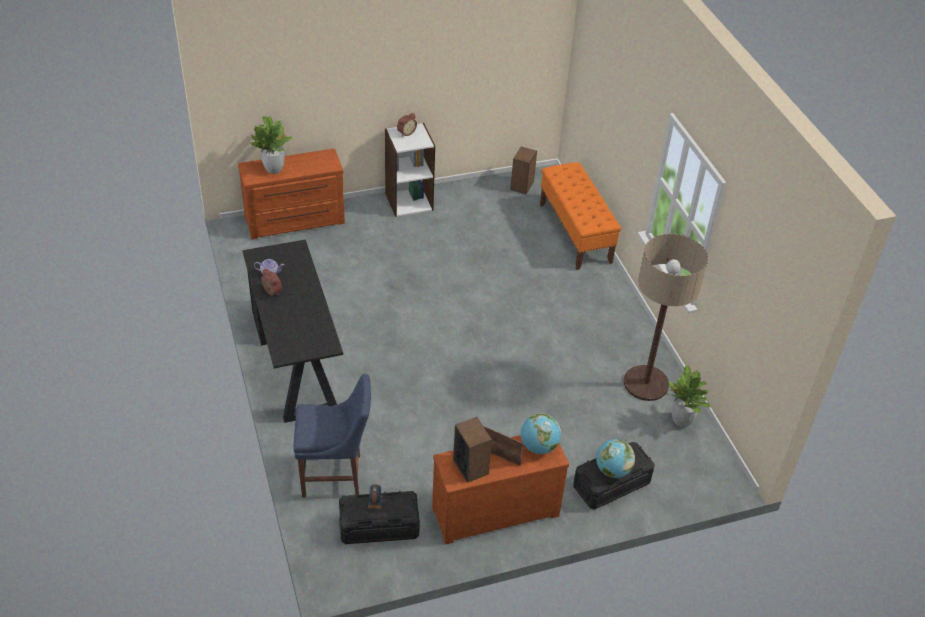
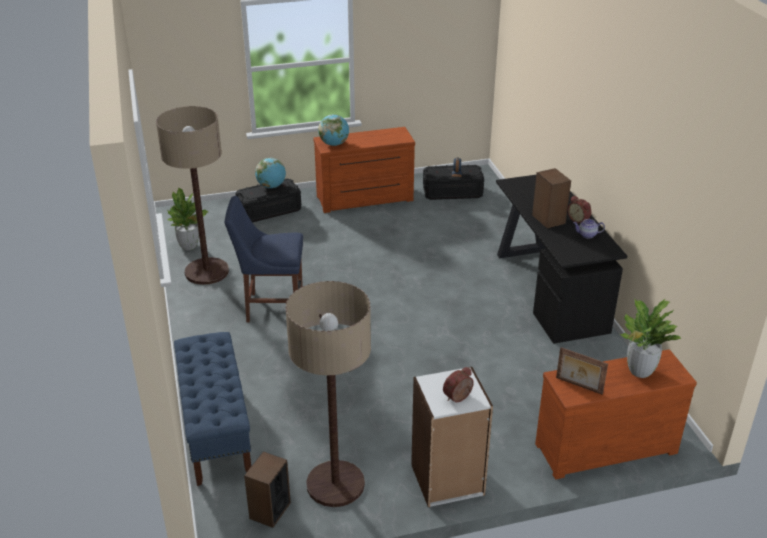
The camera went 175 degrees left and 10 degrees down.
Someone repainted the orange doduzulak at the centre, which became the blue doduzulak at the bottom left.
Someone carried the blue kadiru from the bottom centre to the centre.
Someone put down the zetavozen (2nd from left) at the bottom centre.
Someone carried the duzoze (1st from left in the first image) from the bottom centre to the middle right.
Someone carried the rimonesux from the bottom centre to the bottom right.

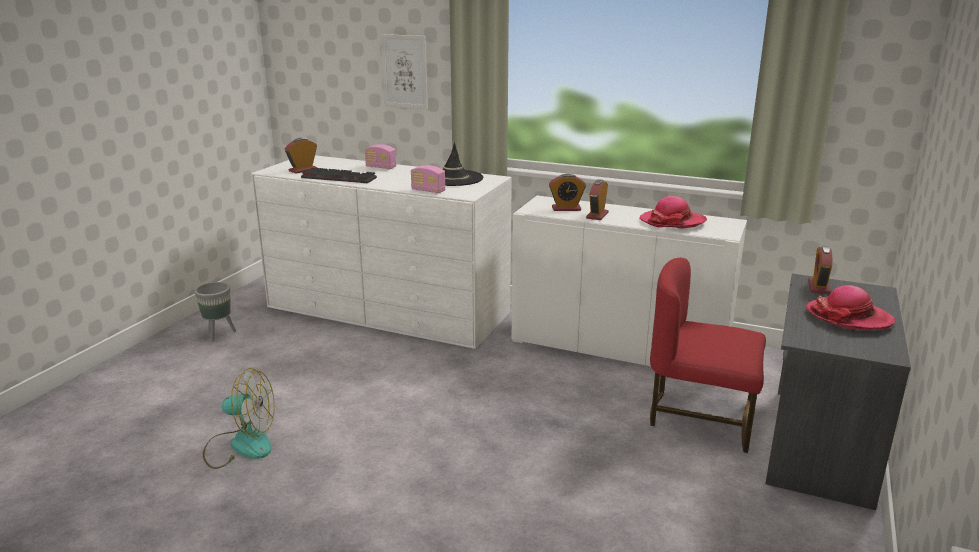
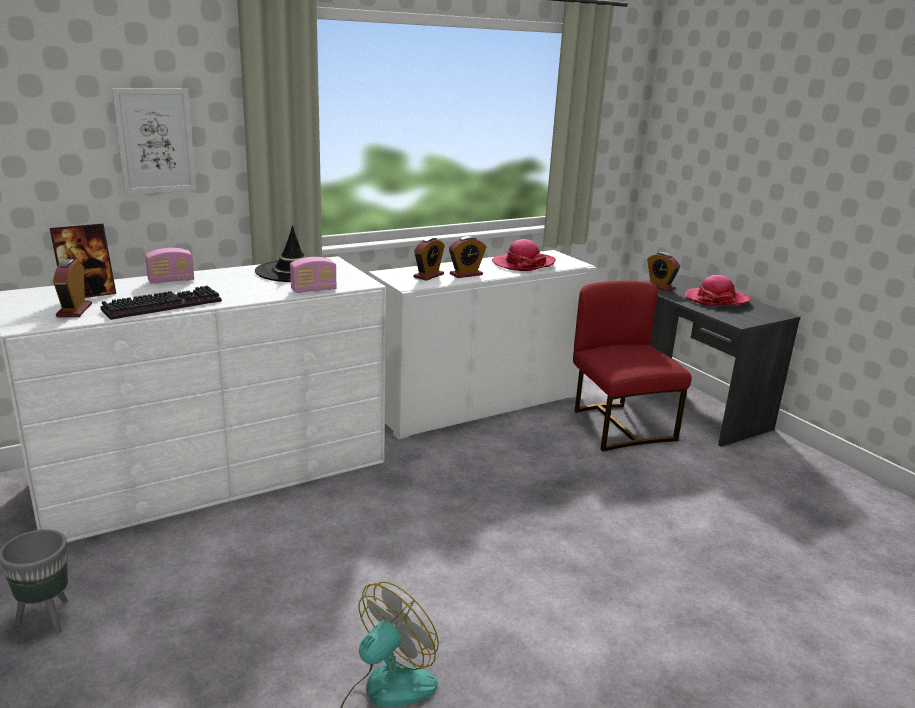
The camera went 55 degrees left and 0 degrees up.
Someone put down the rimonesux at the middle left.
Someone rotated the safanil (3rd from left) at the centre by 90 degrees counterclockwise.
Someone rotated the red kadiru at the middle right by 105 degrees clockwise.

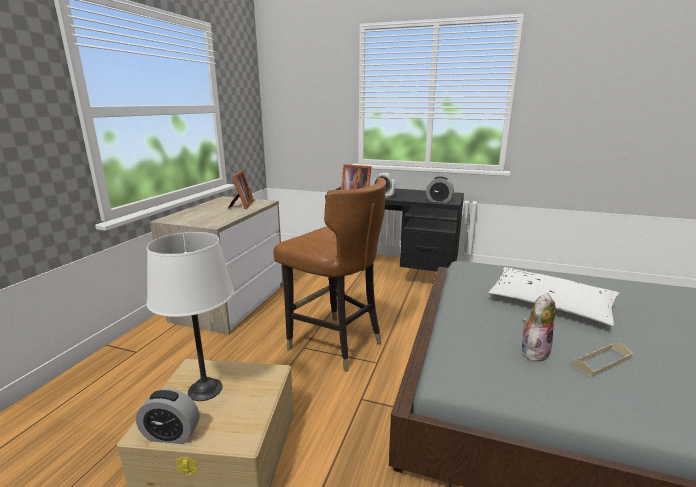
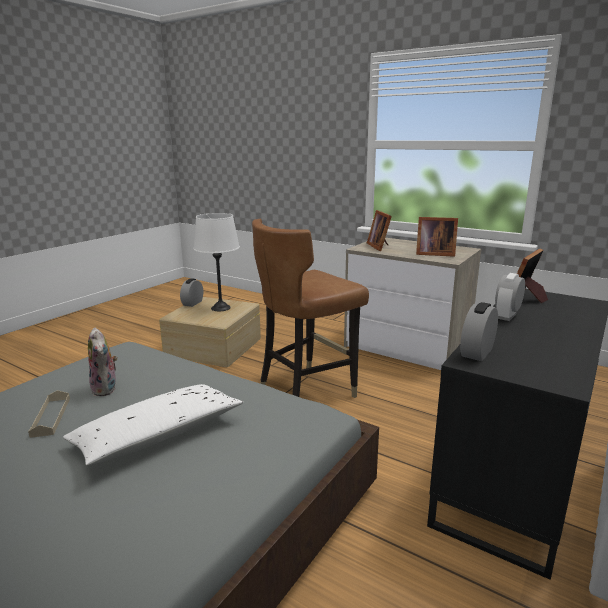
The camera went 105 degrees right and 0 degrees up.
Someone put down the rimonesux (1st from left) at the centre.

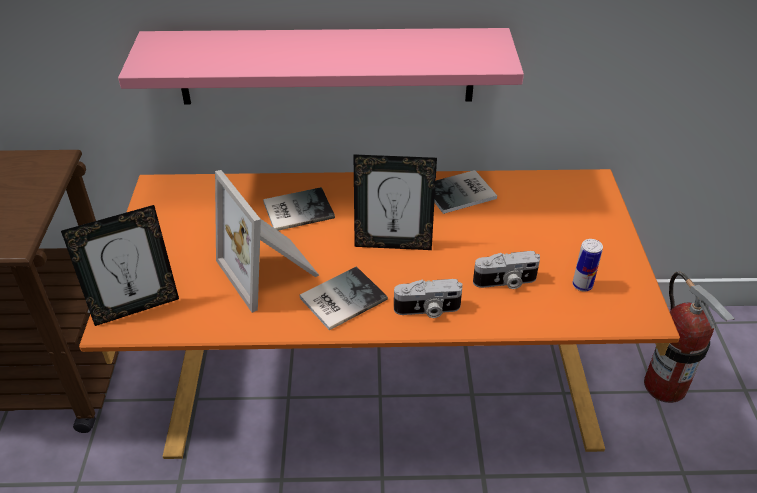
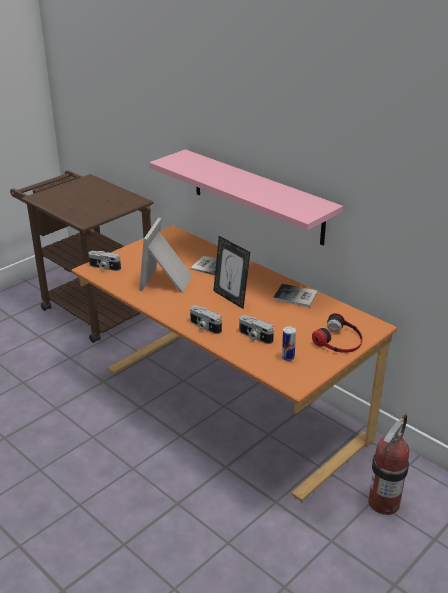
The camera went 45 degrees right and 10 degrees down.
Someone swapped the rimonesux (1st from left) at the middle left for the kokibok (1st from left) at the middle left.
Someone put down the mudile at the middle right.
Someone took away the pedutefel (2nd from left) at the centre.

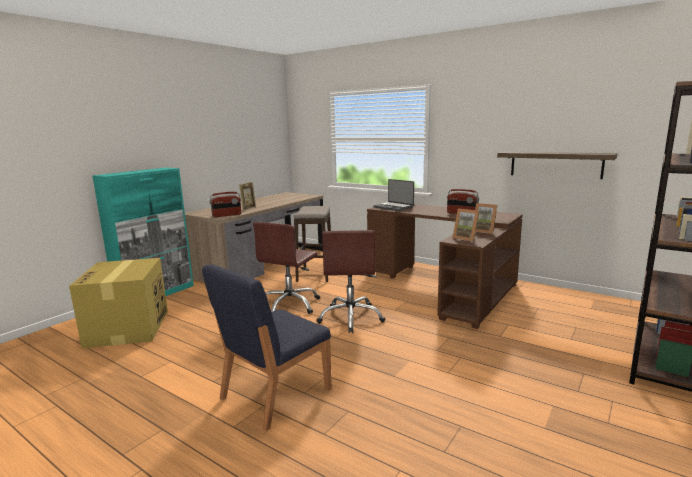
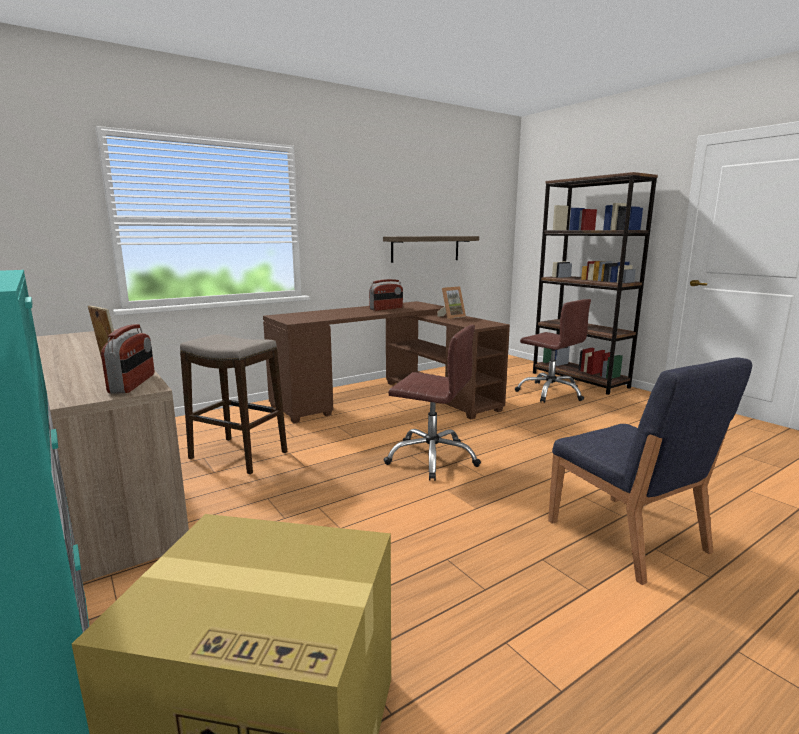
The camera went 70 degrees left and 0 degrees up.
Someone carried the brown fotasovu (1st from left in the first image) from the centre to the middle right.
Someone took away the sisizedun at the centre.
Someone took away the rimonesux (2nd from left) at the middle right.

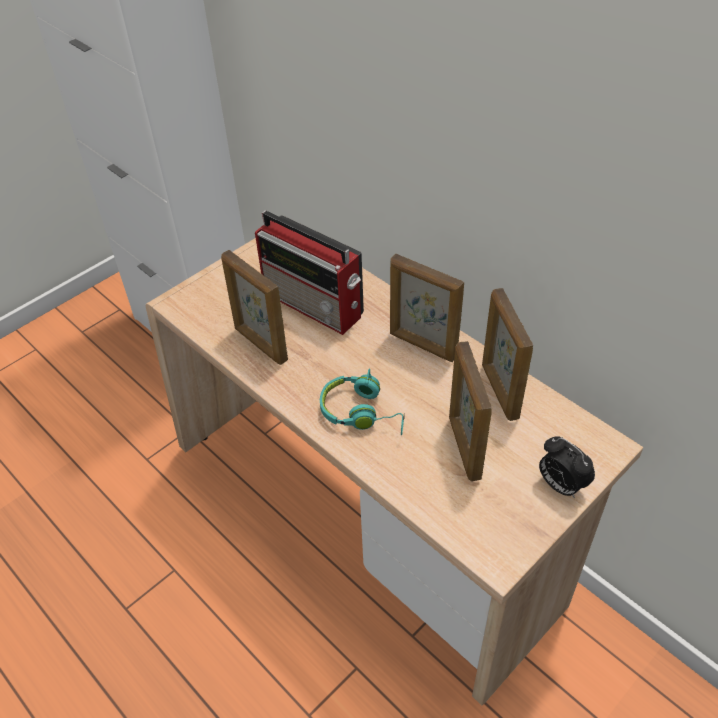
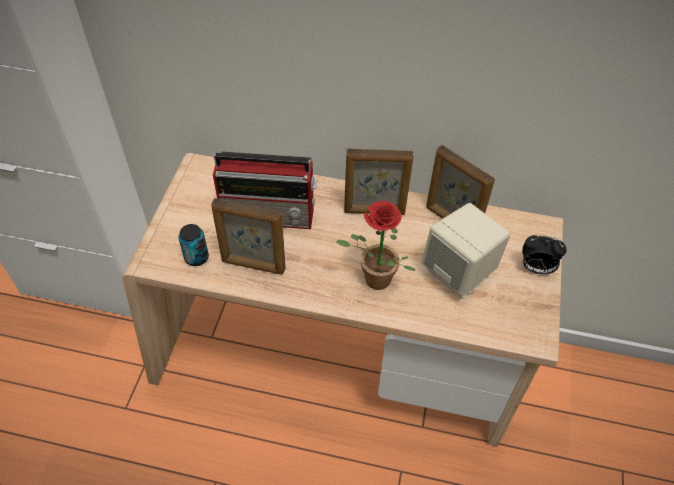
The camera went 35 degrees left and 5 degrees up.
Someone put down the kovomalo at the middle left.
Someone swapped the turquoise mudile at the centre for the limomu at the centre.
Someone swapped the rimonesux (3rd from left) at the centre for the beige duzoze at the middle right.

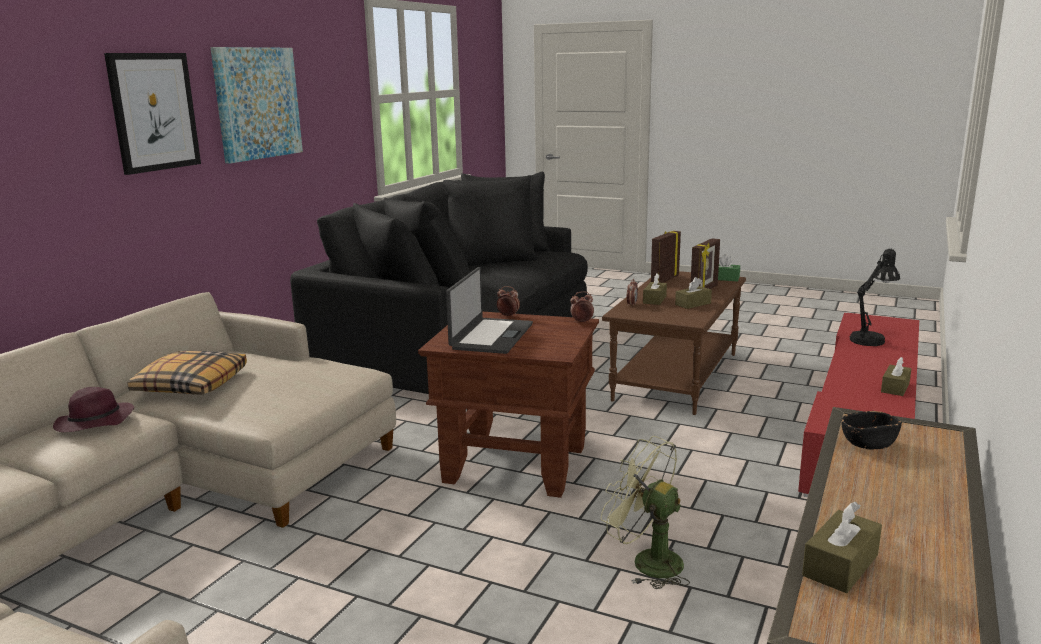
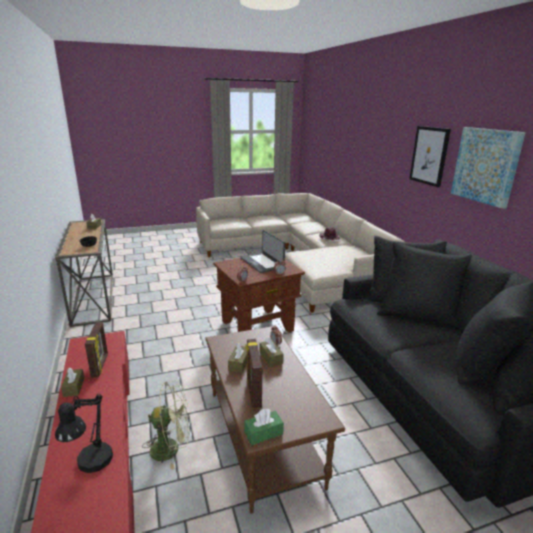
The camera went 135 degrees right and 5 degrees up.
Someone carried the rimonesux (1st from left) from the centre to the middle left.
Someone carried the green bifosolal from the bottom centre to the bottom left.
Someone took away the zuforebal at the middle left.

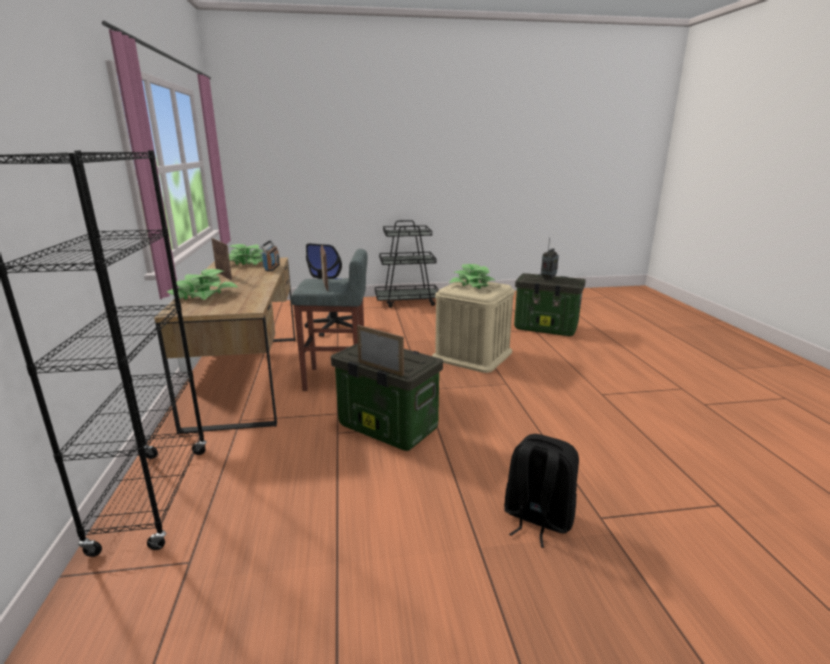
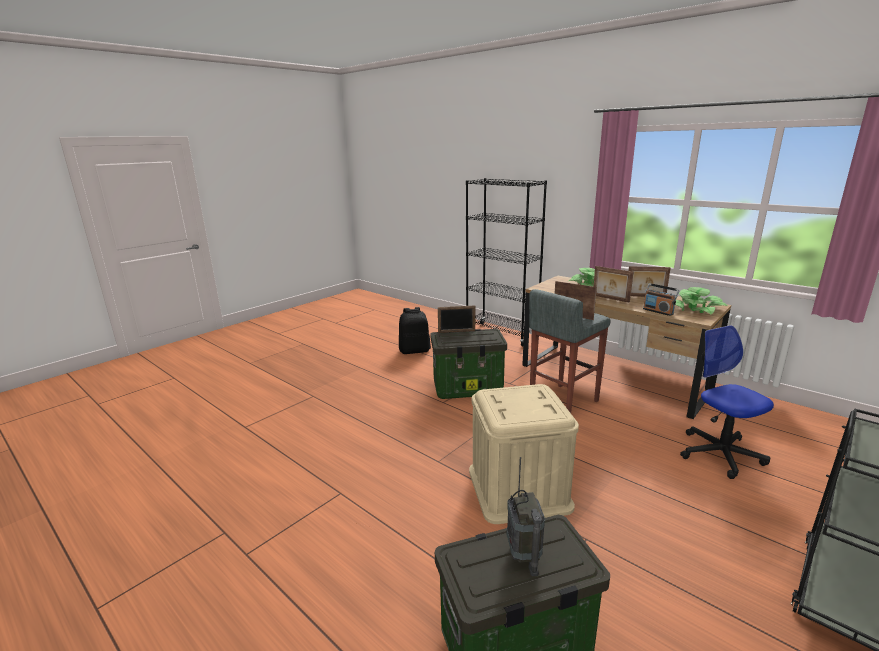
The camera went 140 degrees right and 0 degrees up.
Someone carried the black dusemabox from the bottom centre to the centre.
Someone put down the rimonesux (3rd from left) at the middle right.
Someone took away the limomu (3rd from left) at the centre.

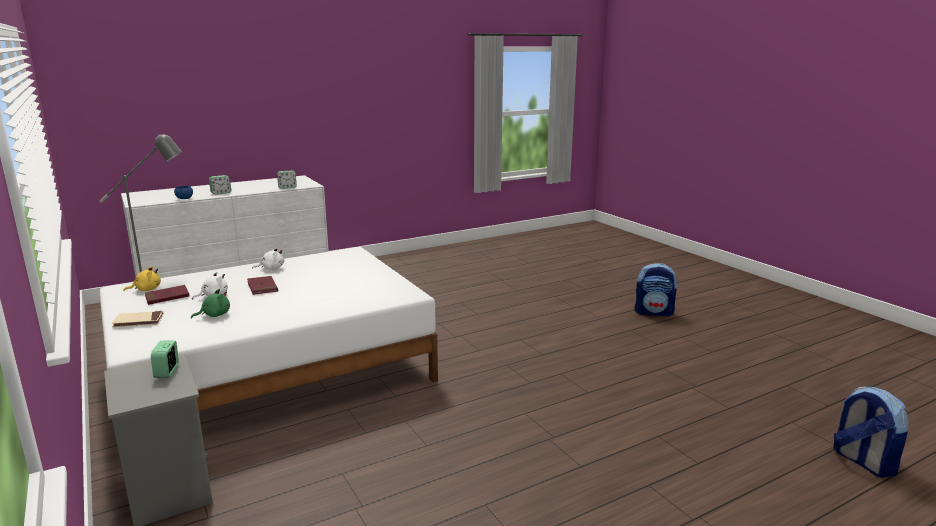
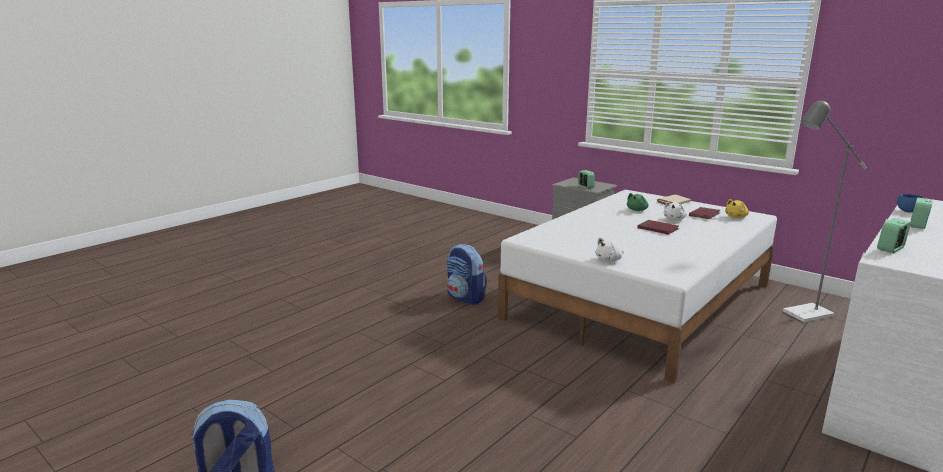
The camera went 160 degrees right and 0 degrees up.
Someone carried the dusemabox (2nd from left) from the bottom right to the centre.
Someone carried the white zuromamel (2nd from left in the first image) from the middle left to the centre.

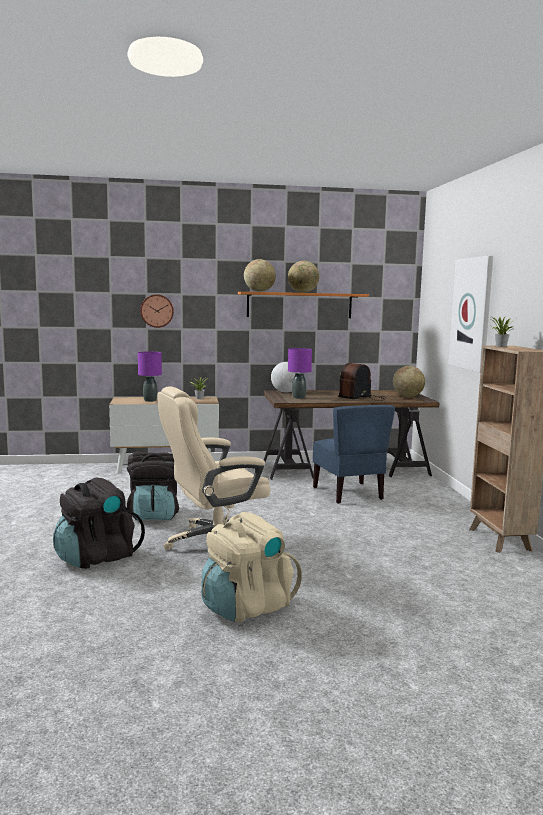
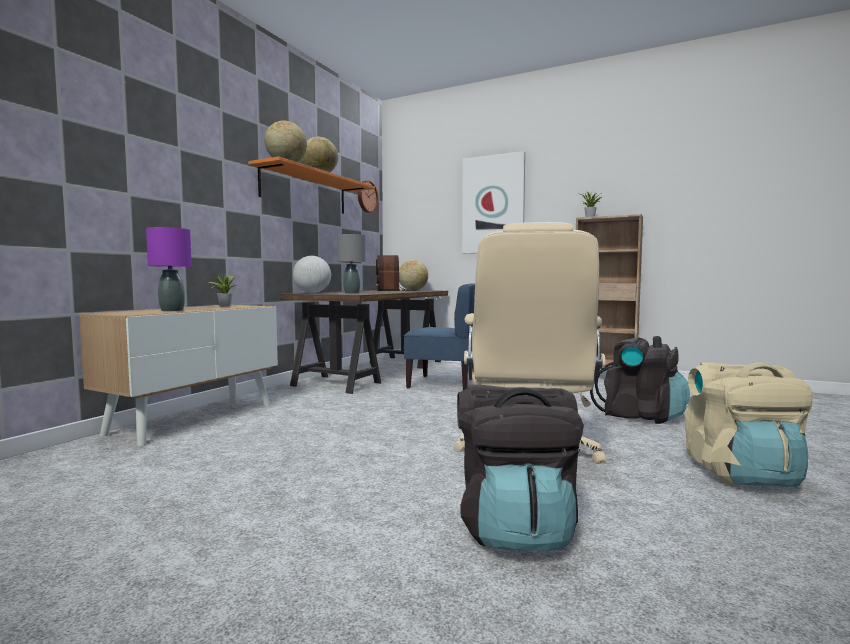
The camera went 55 degrees left and 5 degrees down.
Someone repainted the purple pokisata (2nd from left) at the centre, which became the grey pokisata at the centre.
Someone carried the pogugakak from the middle left to the top centre.
Someone carried the black dusemabox (2nd from left) from the middle left to the middle right.

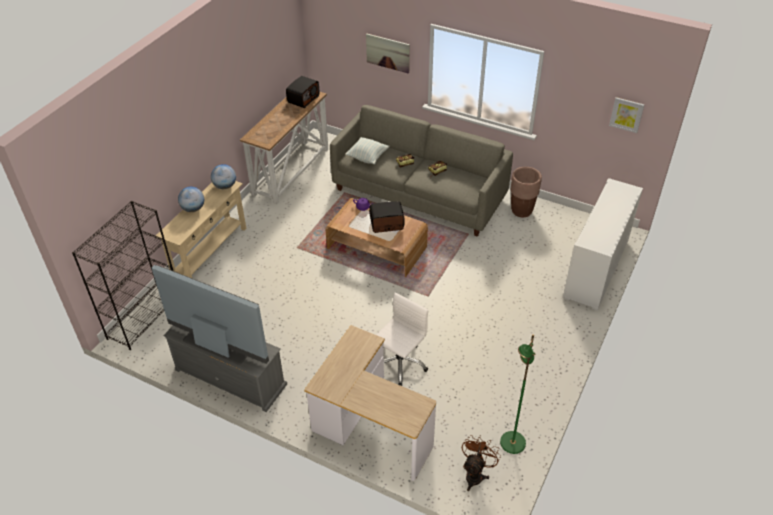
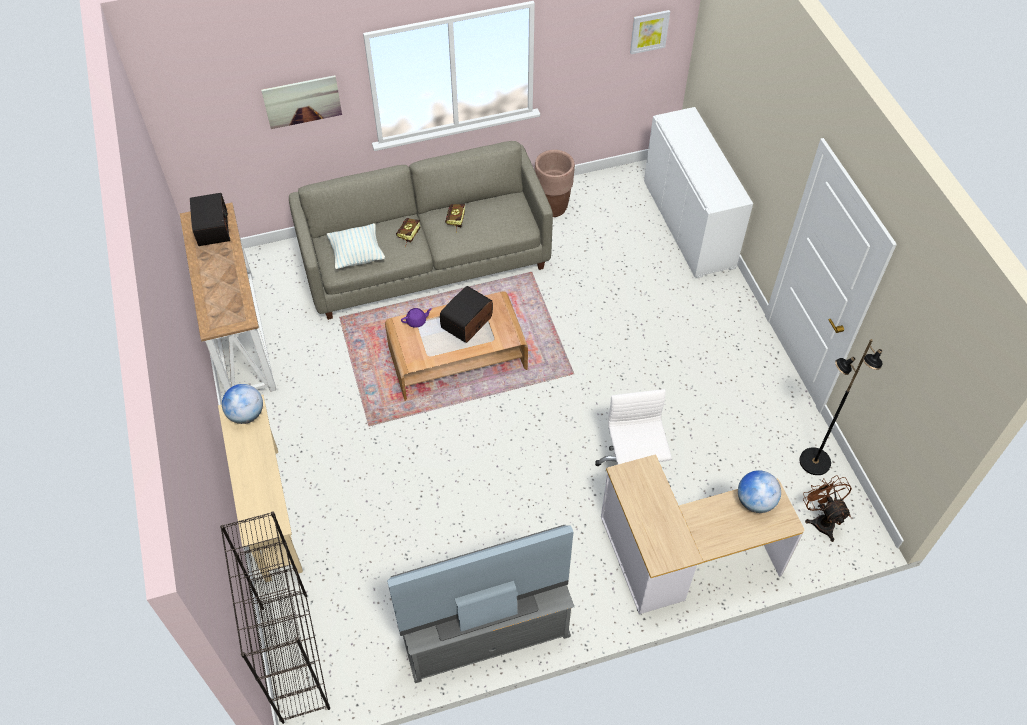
The camera went 45 degrees left and 10 degrees up.
Someone carried the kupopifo (1st from left in the first image) from the middle left to the bottom right.
Someone repainted the green zetavozen at the bottom right, which became the black zetavozen at the middle right.

